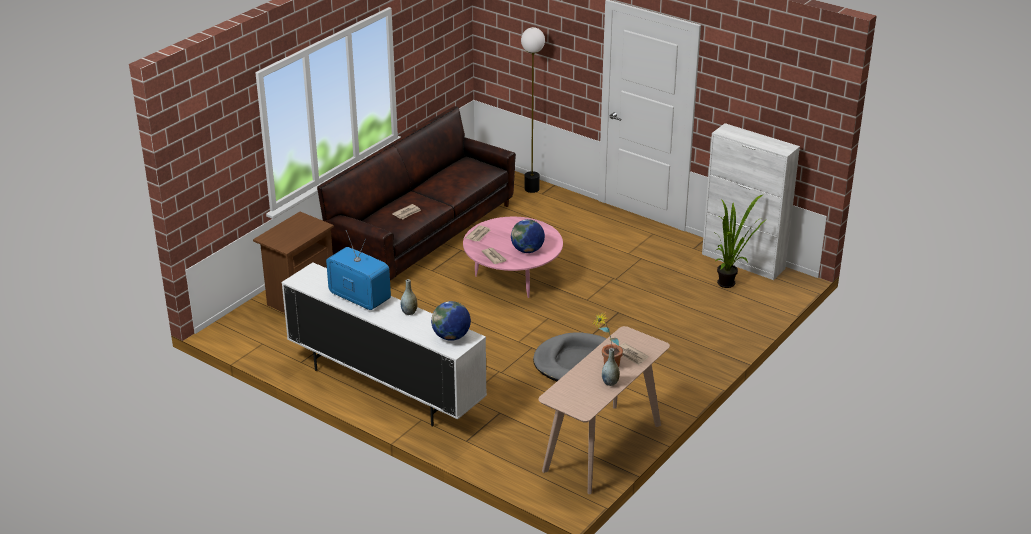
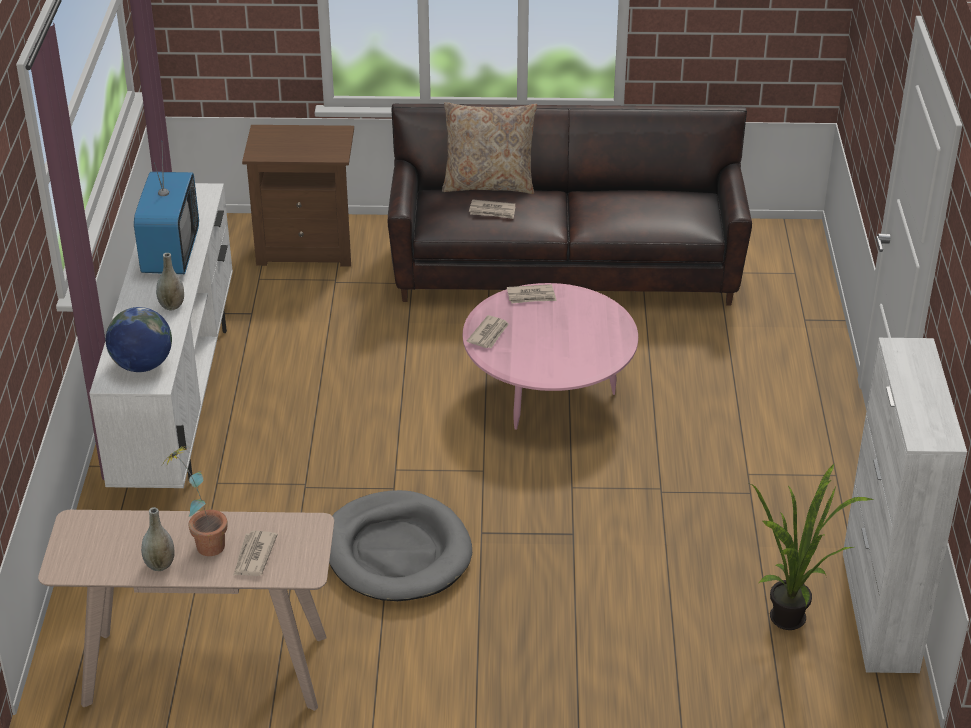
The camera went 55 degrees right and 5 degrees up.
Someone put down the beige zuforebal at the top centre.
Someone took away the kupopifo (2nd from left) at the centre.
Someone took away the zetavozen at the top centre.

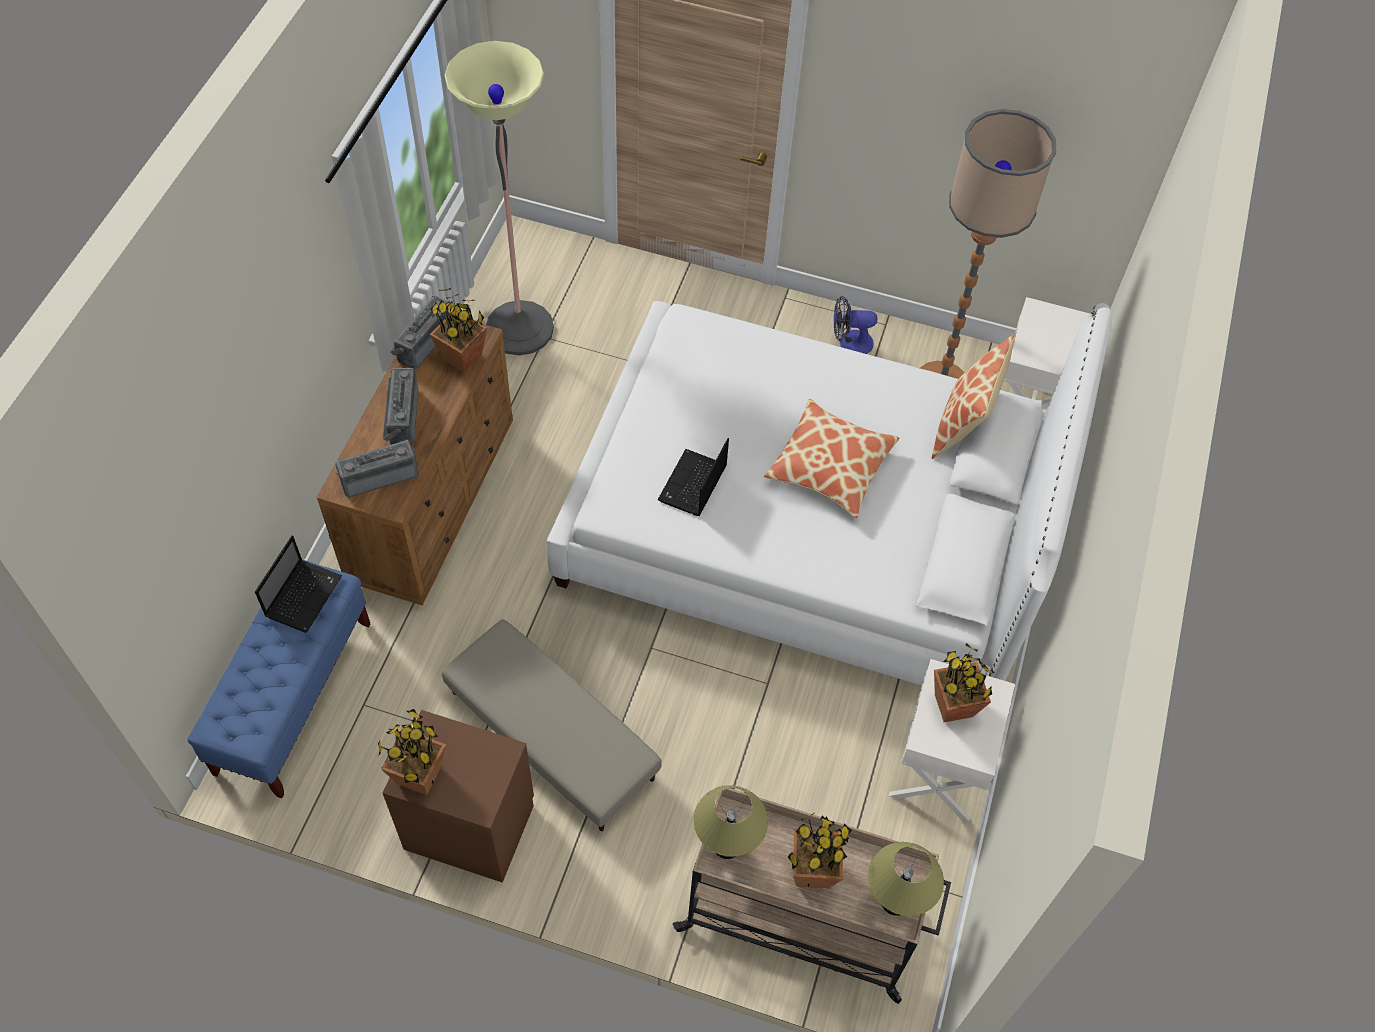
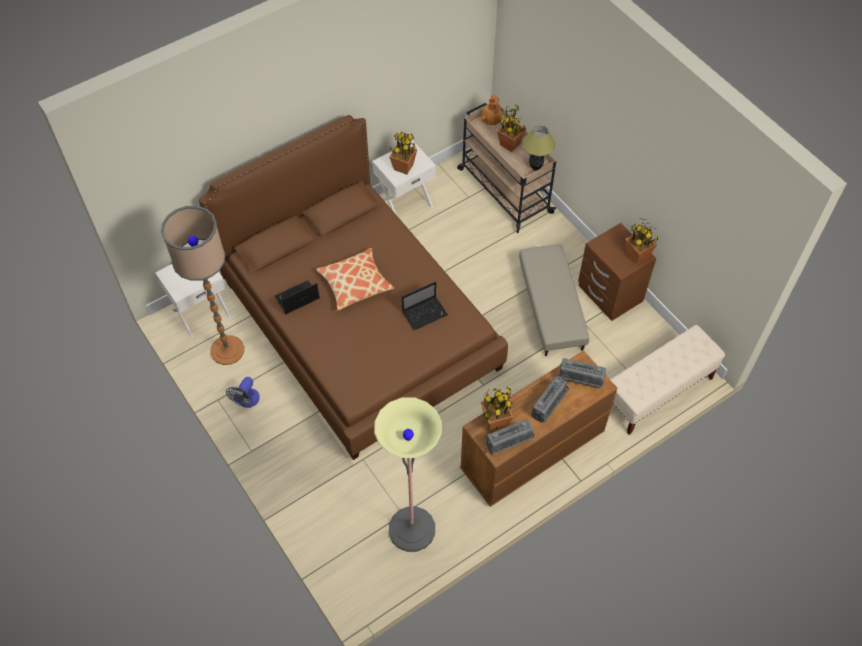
The camera went 140 degrees left and 0 degrees up.
Someone repainted the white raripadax at the centre, which became the brown raripadax at the centre.
Someone rotated the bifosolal at the top centre by 75 degrees clockwise.
Someone carried the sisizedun (1st from left) from the middle left to the centre.
Someone swapped the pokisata (2nd from left) at the bottom centre for the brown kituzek at the top centre.
Someone repainted the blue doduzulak at the middle left, which became the beige doduzulak at the middle right.
Someone took away the zuforebal (2nd from left) at the middle right.

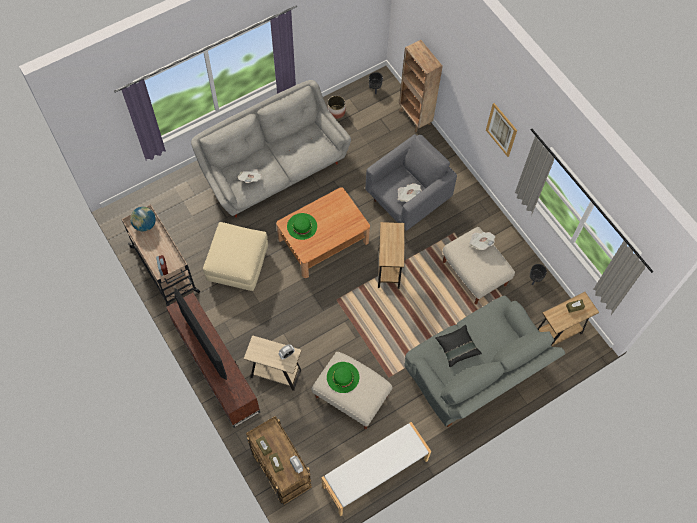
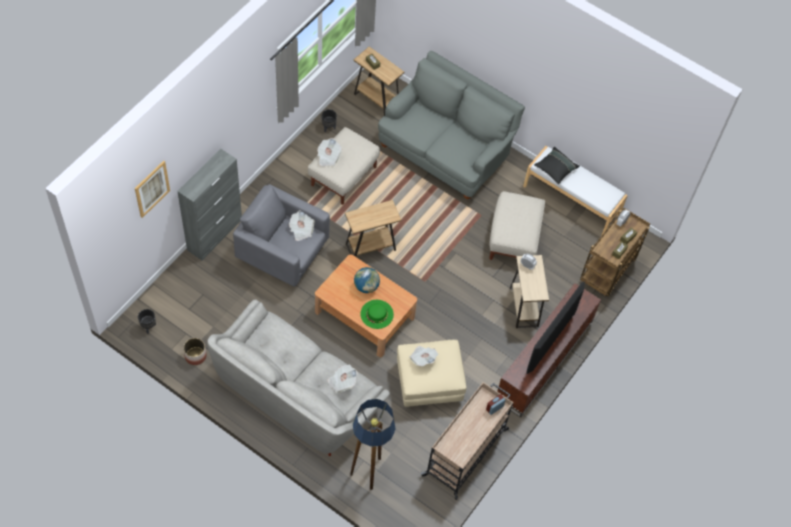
The camera went 115 degrees left and 5 degrees down.
Someone carried the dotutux from the top right to the middle left.
Someone put down the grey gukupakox at the middle left.
Someone put down the zetavozen at the bottom centre.
Someone carried the kupopifo from the middle left to the centre.
Someone put down the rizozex (4th from left) at the bottom centre.
Someone carried the black zuforebal from the centre to the top right.
Someone took away the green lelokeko (2nd from left) at the bottom centre.
Someone took away the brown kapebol at the top centre.

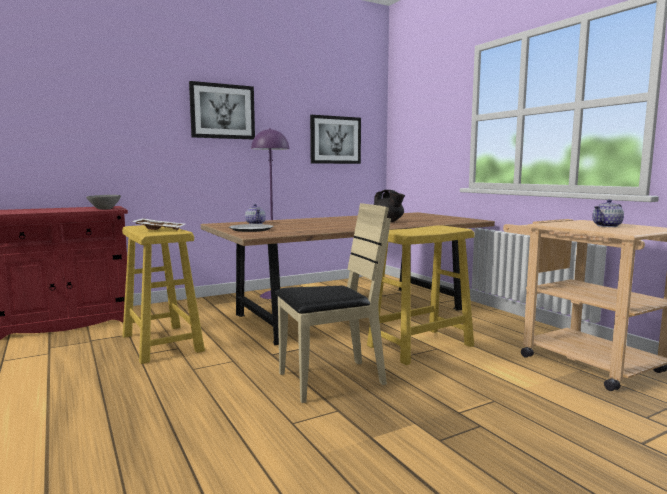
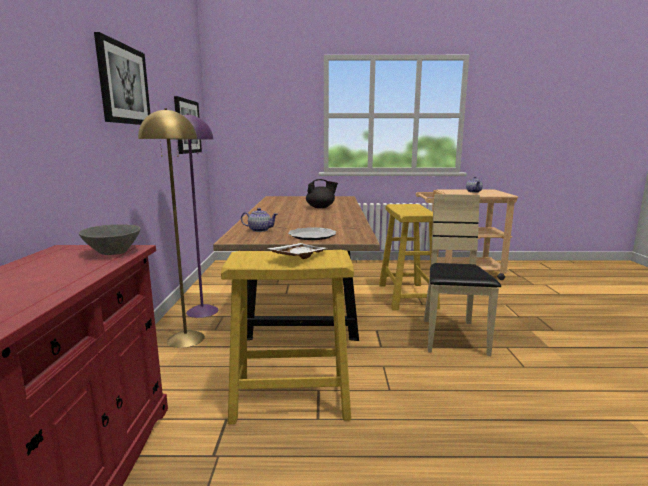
The camera went 60 degrees left and 5 degrees up.
Someone put down the yellow zetavozen at the middle left.

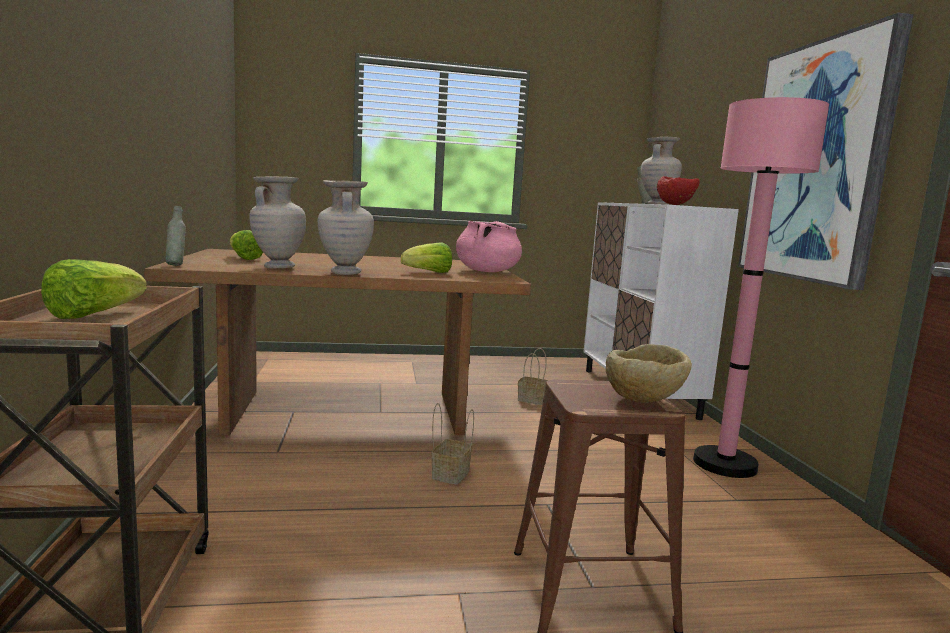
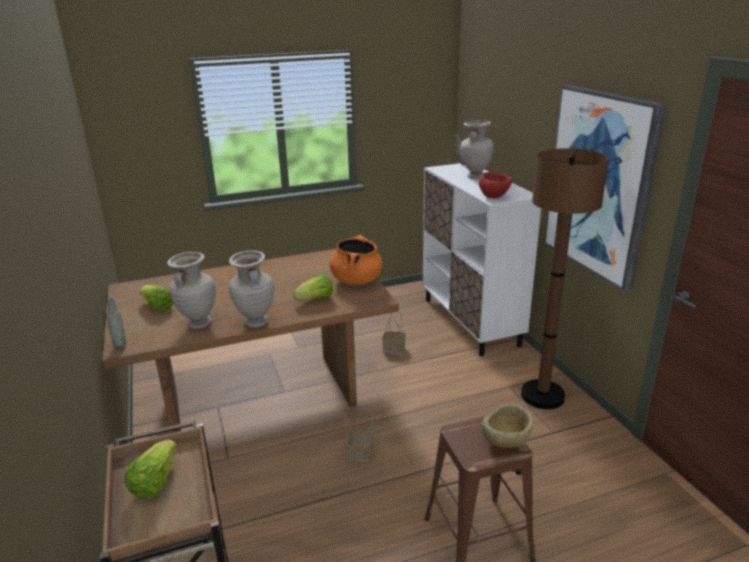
The camera went 10 degrees left and 15 degrees up.
Someone repainted the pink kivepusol at the centre, which became the orange kivepusol at the centre.
Someone repainted the pink zetavozen at the middle right, which became the brown zetavozen at the middle right.

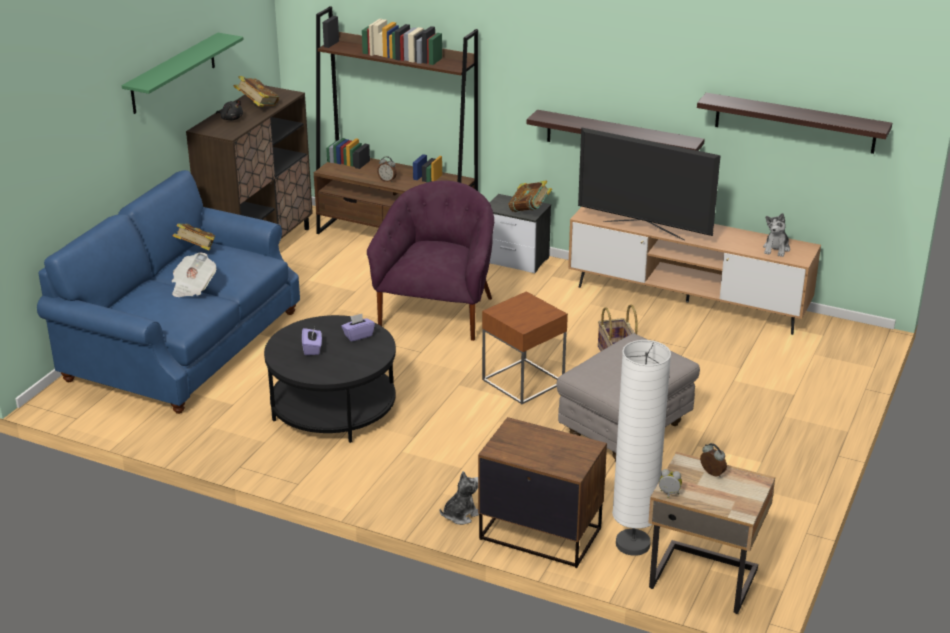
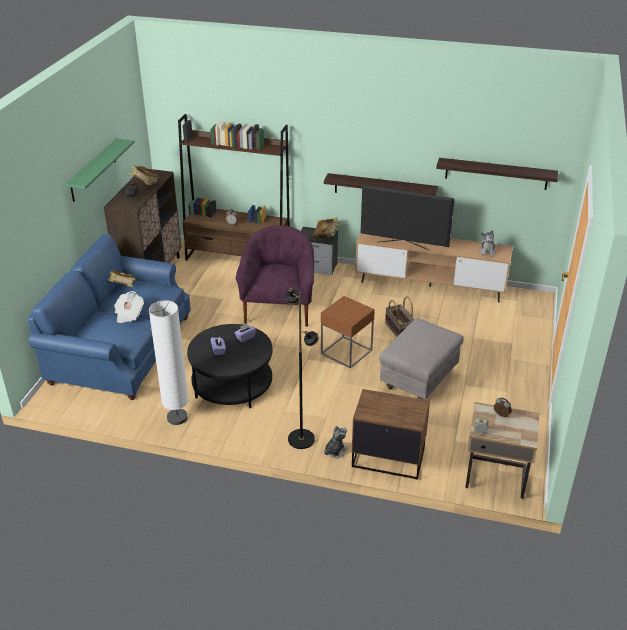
The camera went 10 degrees left and 5 degrees up.
Someone carried the white zetavozen from the bottom right to the middle left.
Someone put down the black zetavozen at the centre.

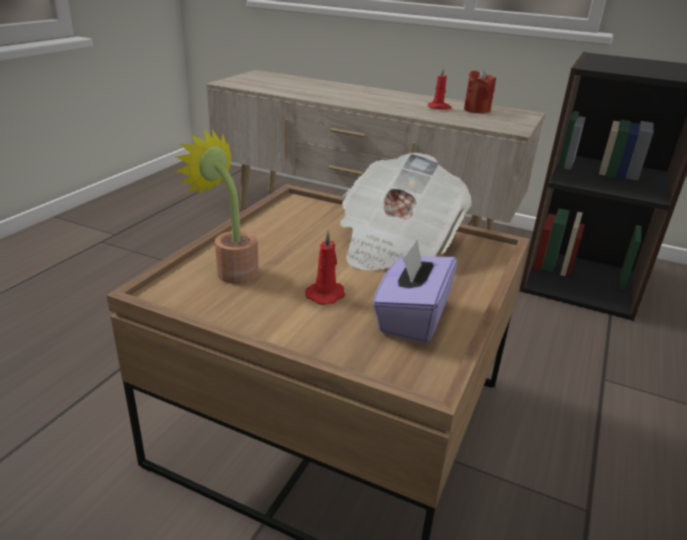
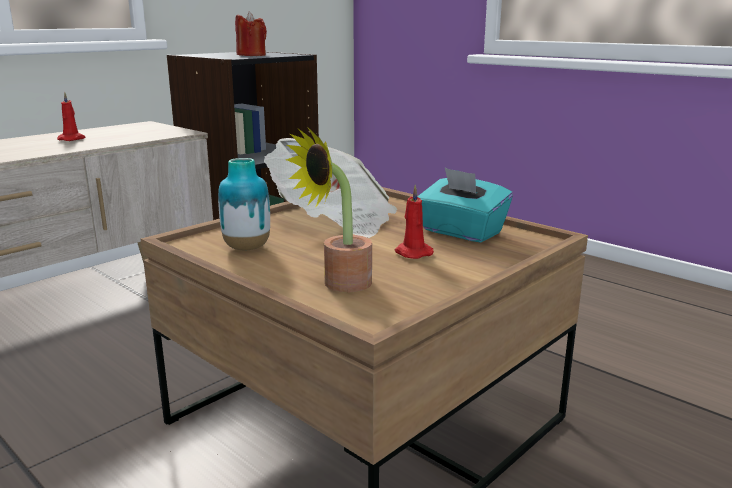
The camera went 70 degrees left and 10 degrees down.
Someone put down the kituzek at the centre.
Someone carried the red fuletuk (3rd from left in the first image) from the top right to the top centre.
Someone repainted the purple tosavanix at the centre, which became the turquoise tosavanix at the centre.

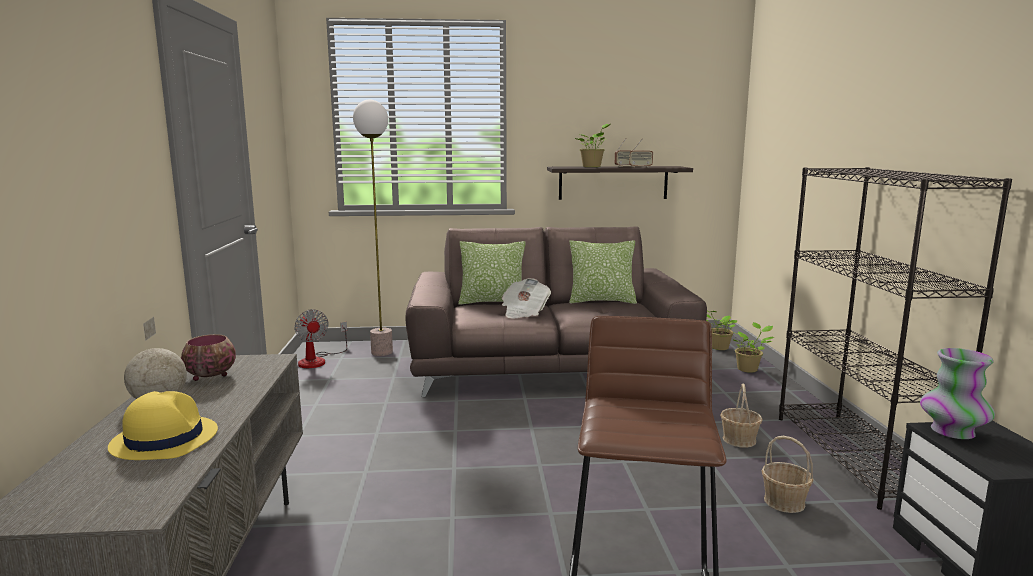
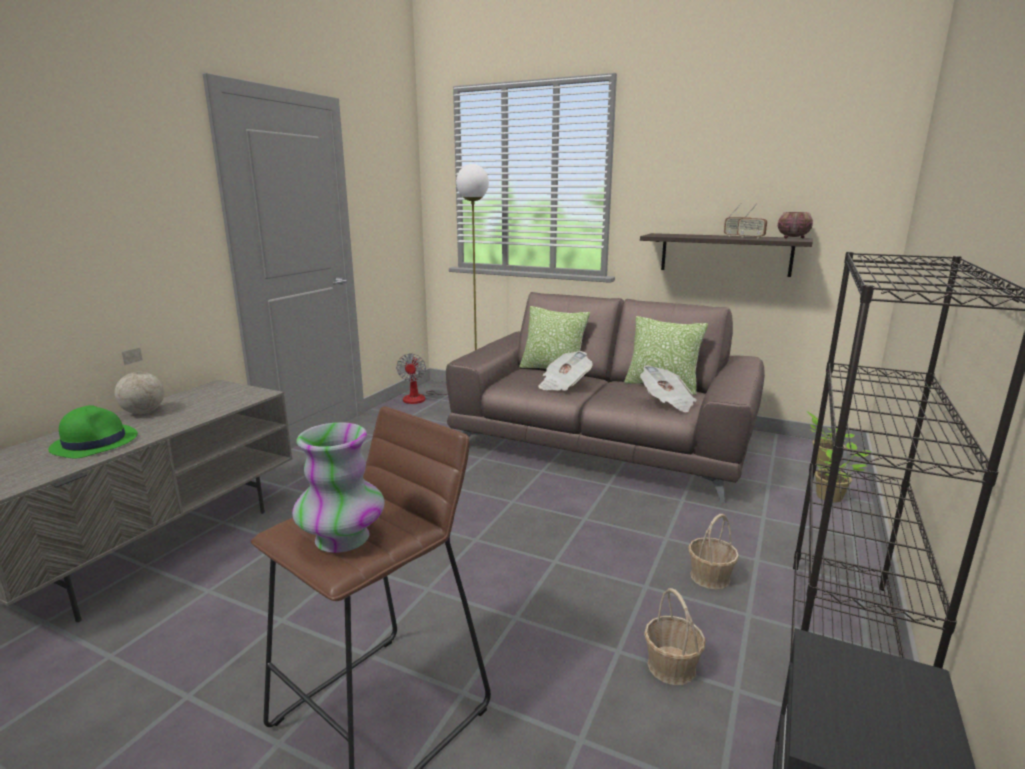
The camera went 30 degrees right and 5 degrees up.
Someone repainted the yellow lelokeko at the bottom left, which became the green lelokeko at the middle left.
Someone carried the kituzek from the bottom right to the middle left.
Someone put down the rizozex (2nd from left) at the centre.
Someone carried the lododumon from the middle left to the top right.
Someone took away the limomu (1st from left) at the top centre.

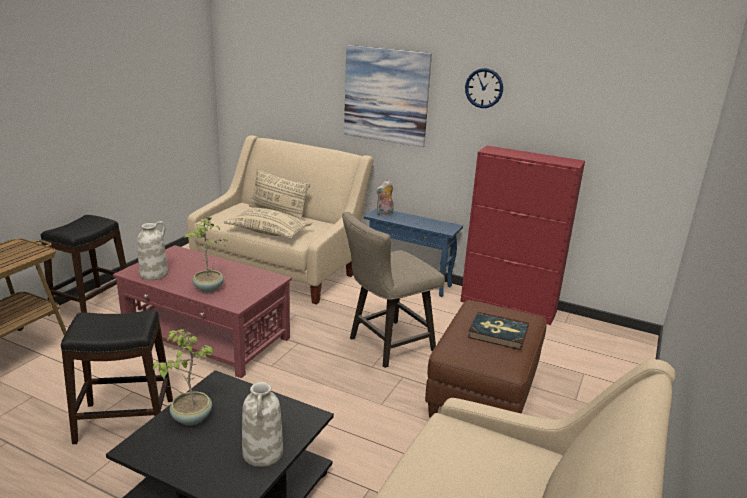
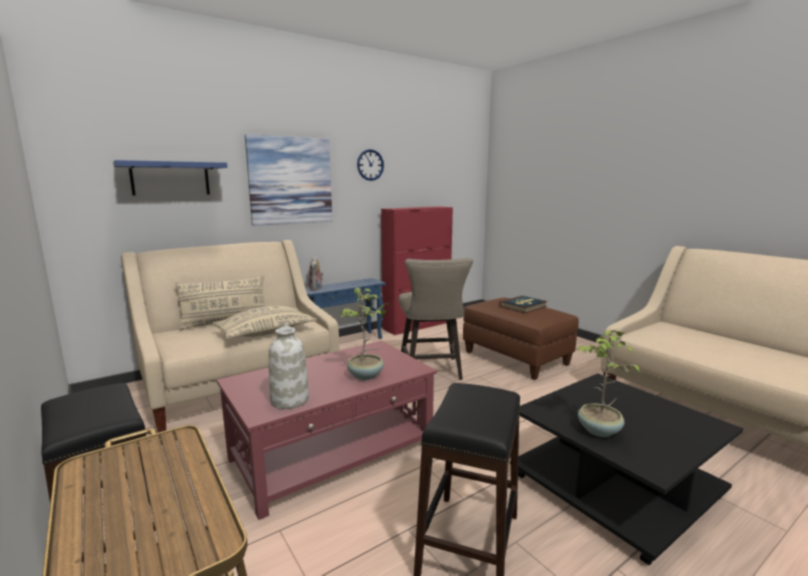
The camera went 60 degrees left and 10 degrees down.
Someone put up the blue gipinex at the top left.
Someone took away the white kituzek (2nd from left) at the bottom centre.

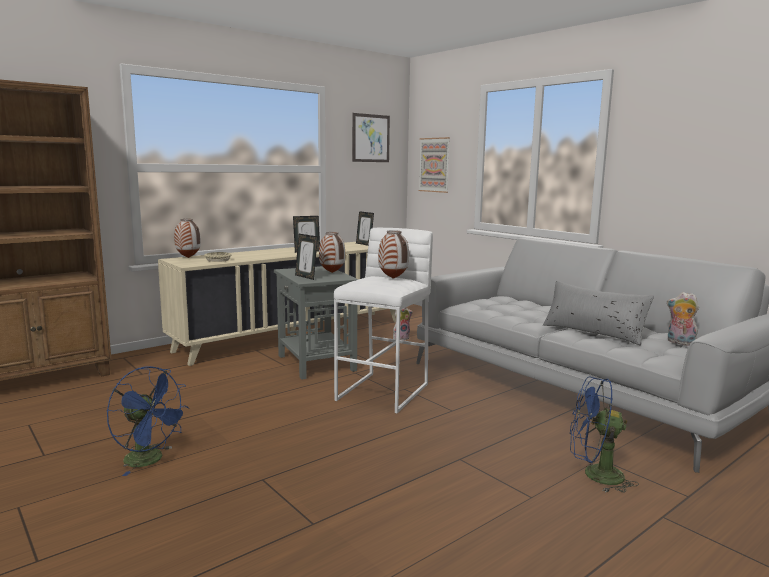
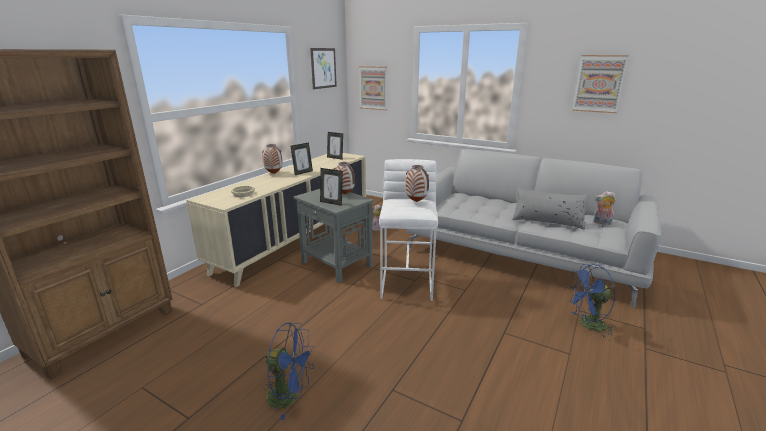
The camera went 20 degrees left and 10 degrees up.
Someone carried the kituzek (1st from left) from the middle left to the centre.
Someone put up the dotutux (3rd from left) at the top right.

